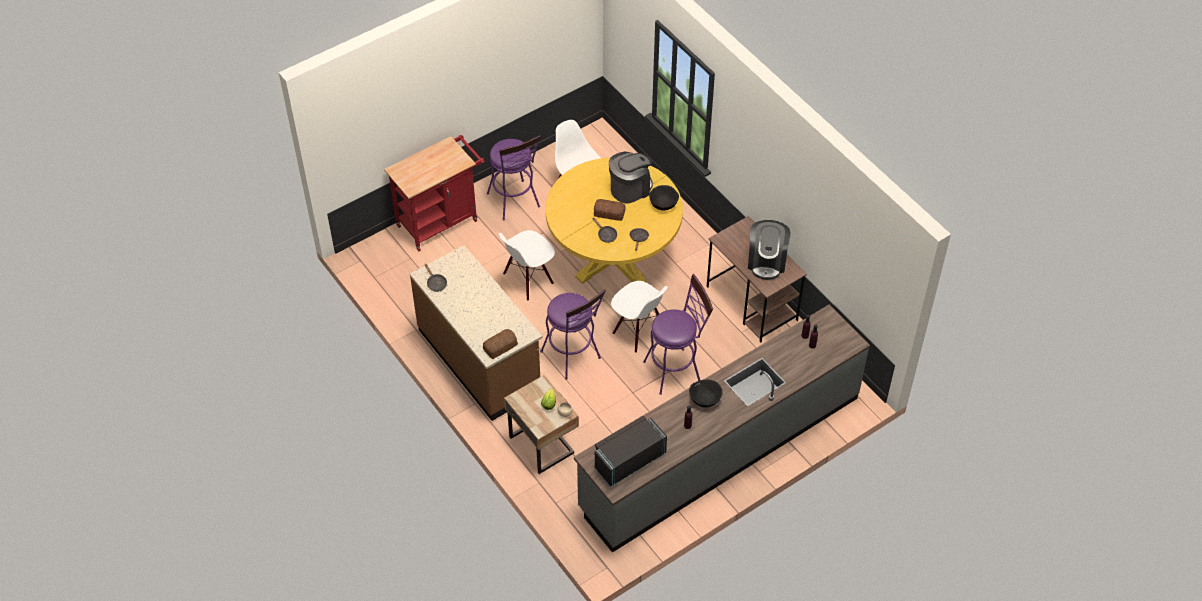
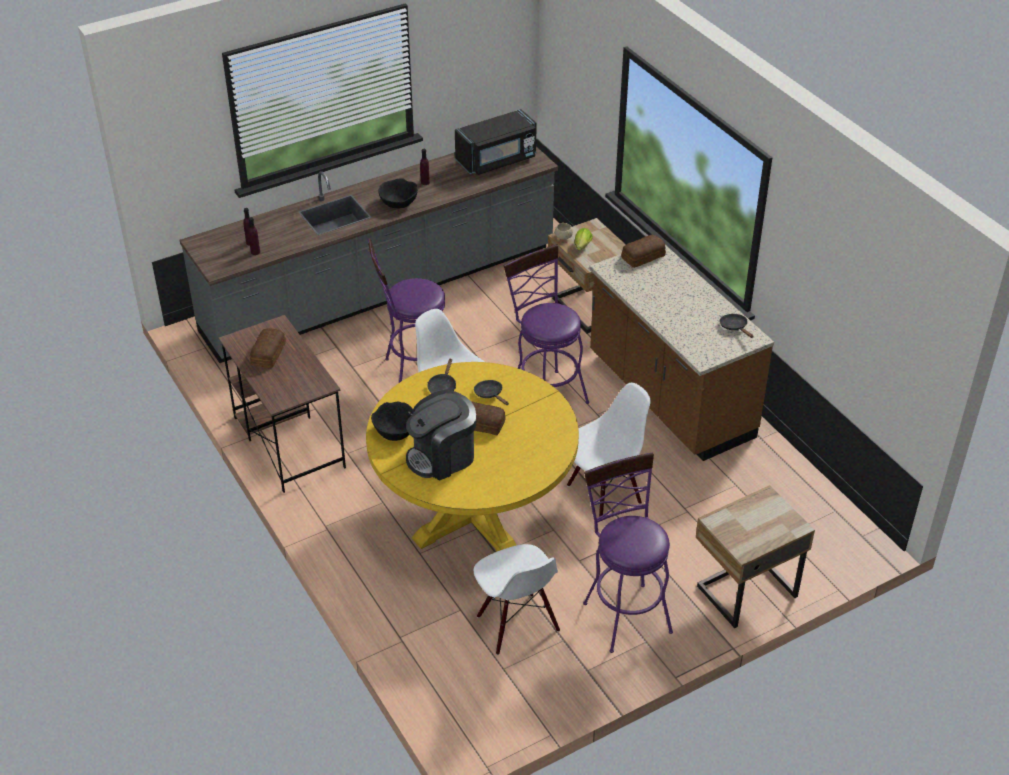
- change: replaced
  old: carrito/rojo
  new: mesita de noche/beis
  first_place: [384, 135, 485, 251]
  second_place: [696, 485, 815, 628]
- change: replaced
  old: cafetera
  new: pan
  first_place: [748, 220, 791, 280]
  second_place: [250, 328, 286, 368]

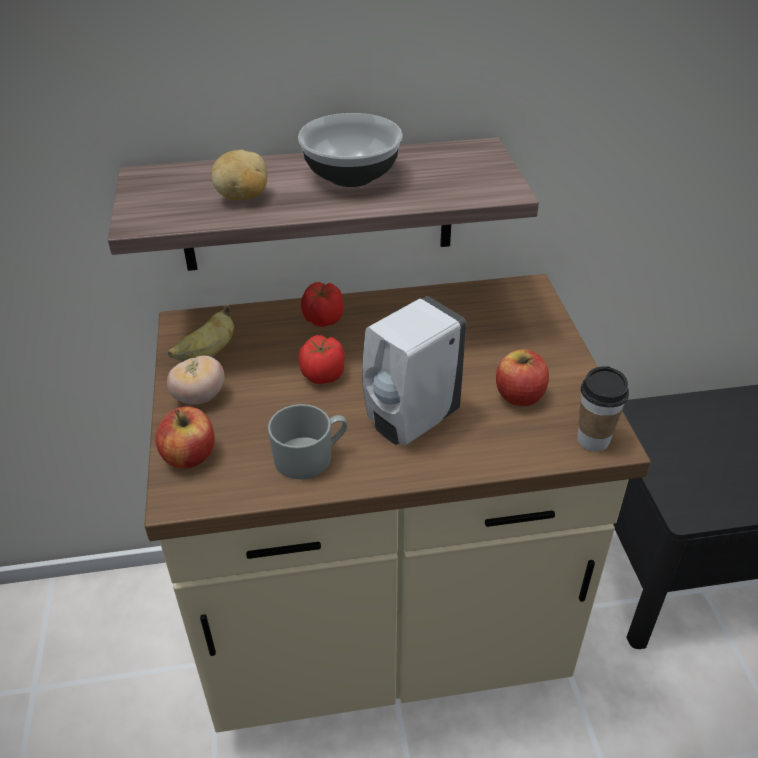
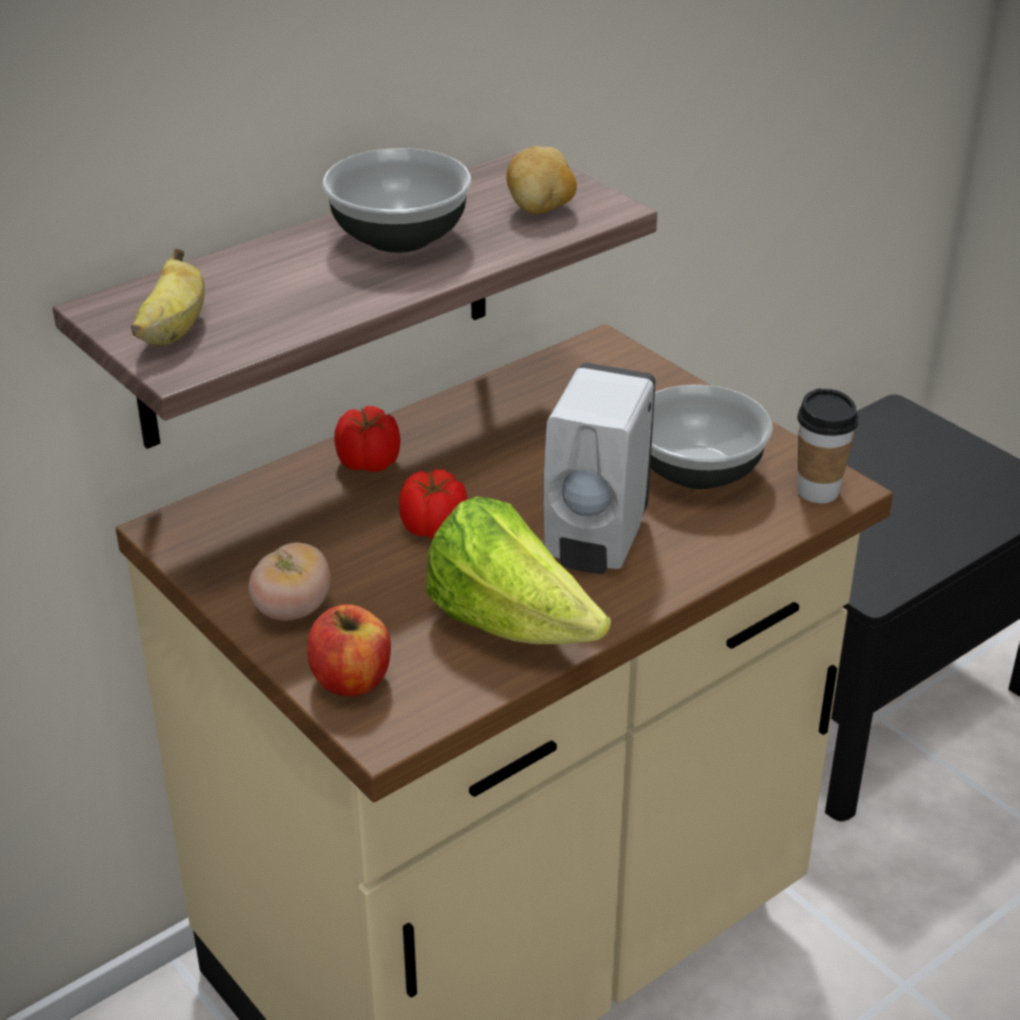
- change: moved
  old: patata
  first_place: [212, 150, 267, 201]
  second_place: [506, 146, 577, 214]
- change: moved
  old: plátano
  first_place: [168, 306, 234, 362]
  second_place: [131, 248, 205, 346]
- change: replaced
  old: manzana
  new: cuenco
  first_place: [496, 349, 549, 406]
  second_place: [650, 385, 773, 489]
- change: replaced
  old: taza grande/gris
  new: lechuga
  first_place: [268, 404, 347, 479]
  second_place: [426, 496, 611, 644]

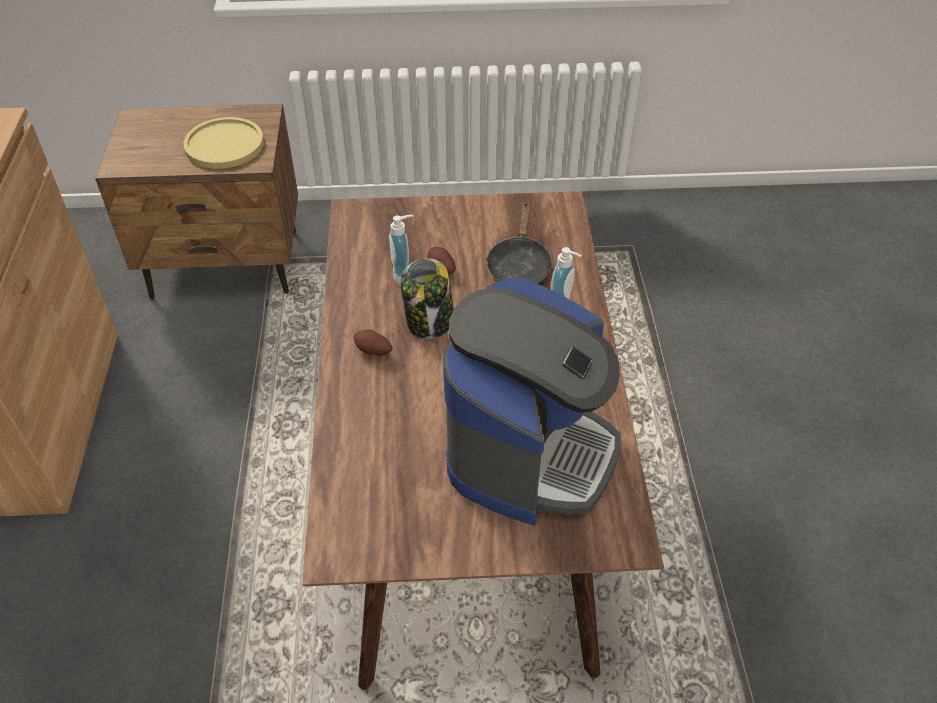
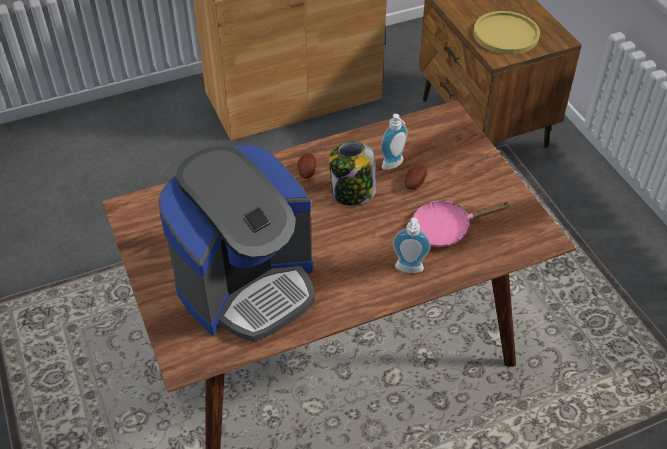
- change: recoloured
  old: sartén/negro
  new: sartén/rosa
  first_place: [486, 201, 553, 284]
  second_place: [412, 200, 511, 247]
- change: turned
  old: cafetera
  first_place: [443, 278, 621, 525]
  second_place: [158, 145, 315, 342]
  degrees: -45

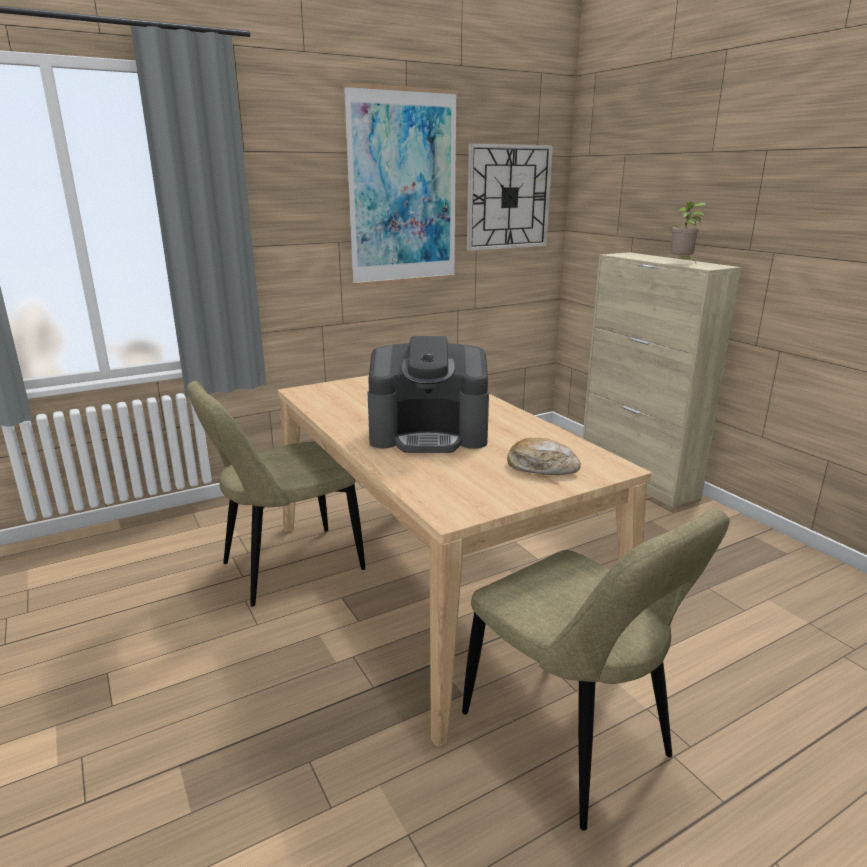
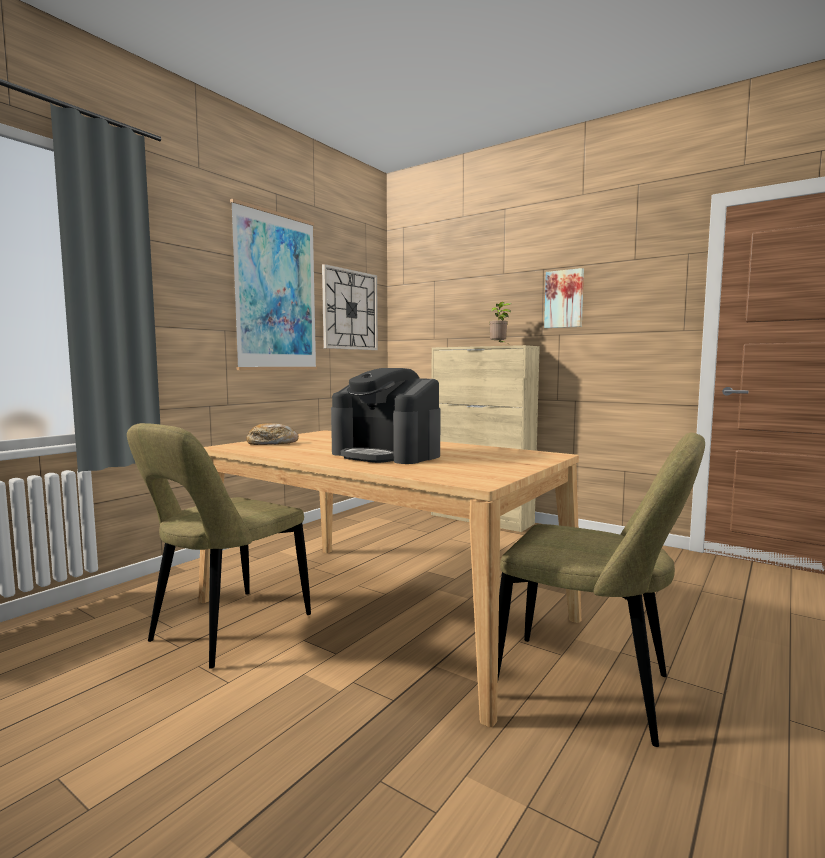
- change: turned
  old: cafetera
  first_place: [367, 336, 489, 453]
  second_place: [331, 368, 441, 464]
  degrees: 60
- change: moved
  old: pan
  first_place: [507, 438, 581, 475]
  second_place: [247, 423, 299, 445]
- change: added
  new: cuadro
  second_place: [544, 268, 584, 328]

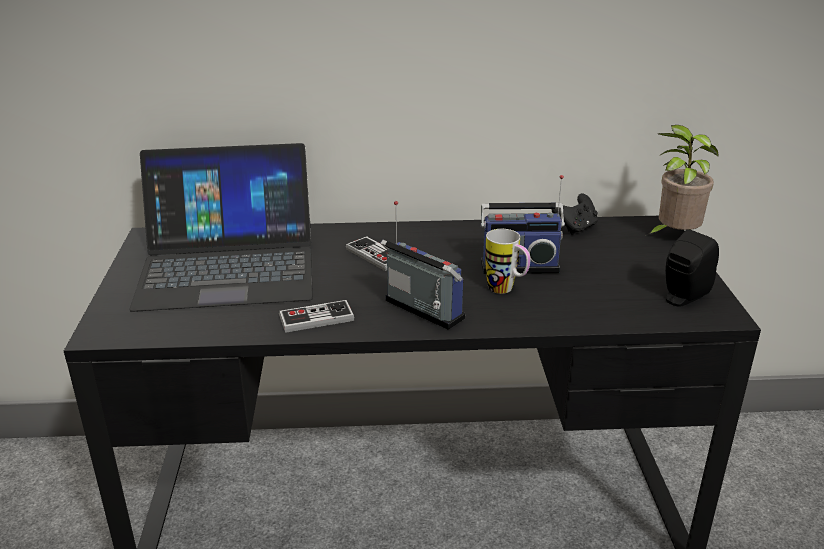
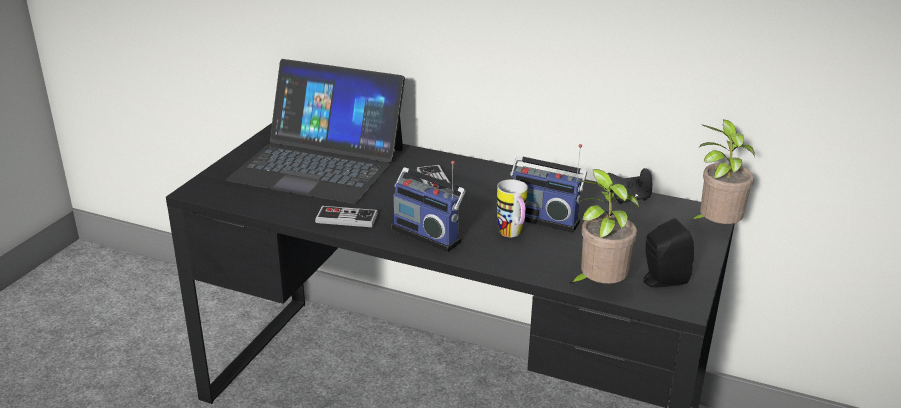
- change: turned
  old: radio
  first_place: [380, 201, 465, 330]
  second_place: [391, 161, 466, 252]
  degrees: 150
- change: added
  new: planta en maceta
  second_place: [569, 169, 639, 284]

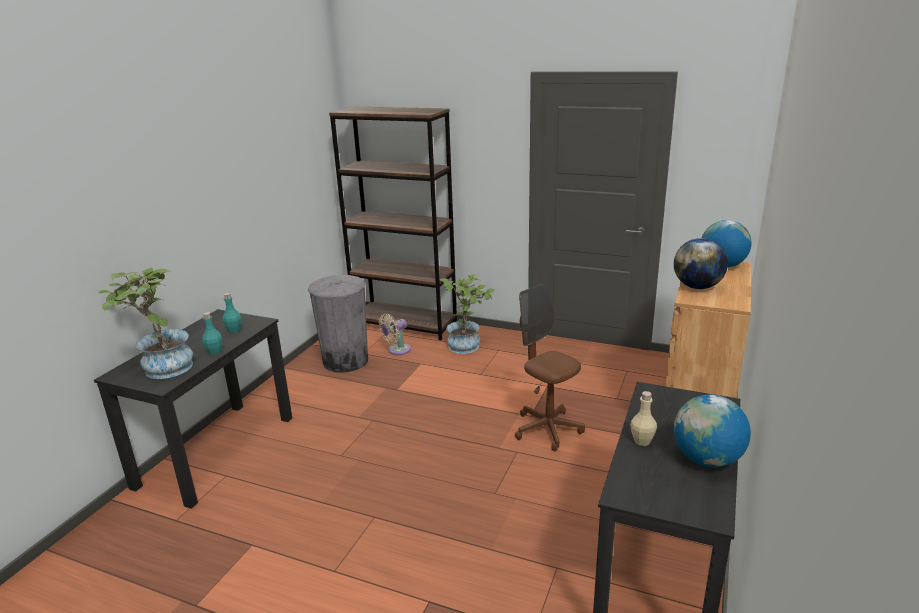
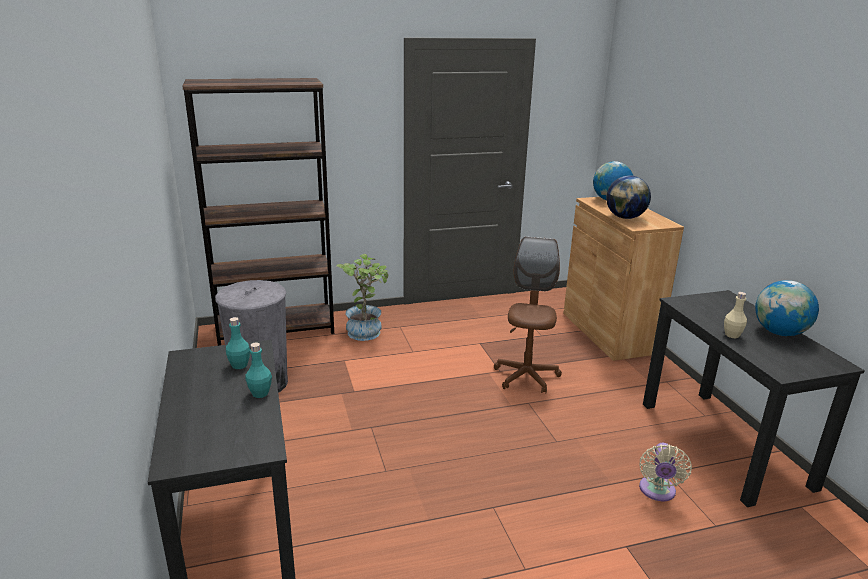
- change: removed
  old: planta en maceta
  first_place: [98, 268, 193, 379]
- change: turned
  old: silla de oficina/marrón
  first_place: [515, 284, 585, 451]
  second_place: [494, 236, 562, 394]
  degrees: 90
- change: moved
  old: ventilador/beis
  first_place: [379, 314, 411, 355]
  second_place: [639, 443, 692, 501]

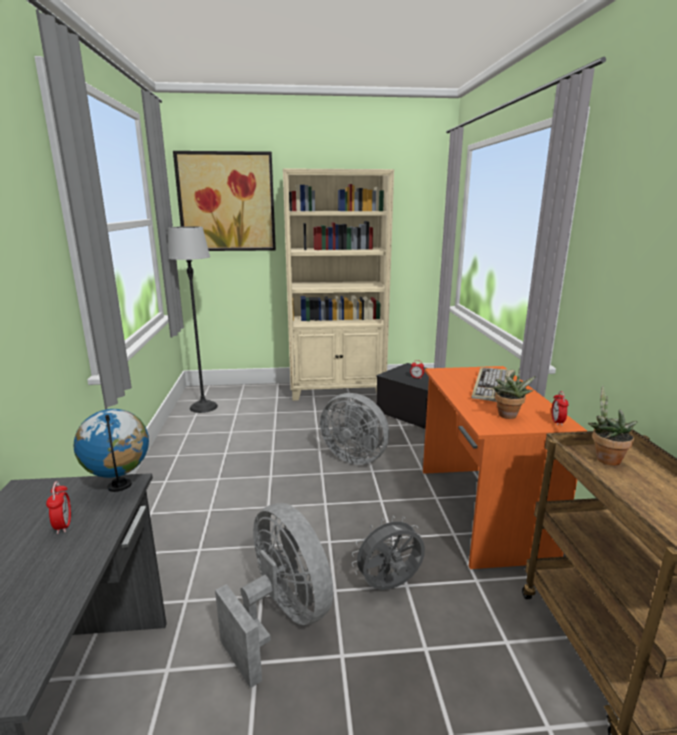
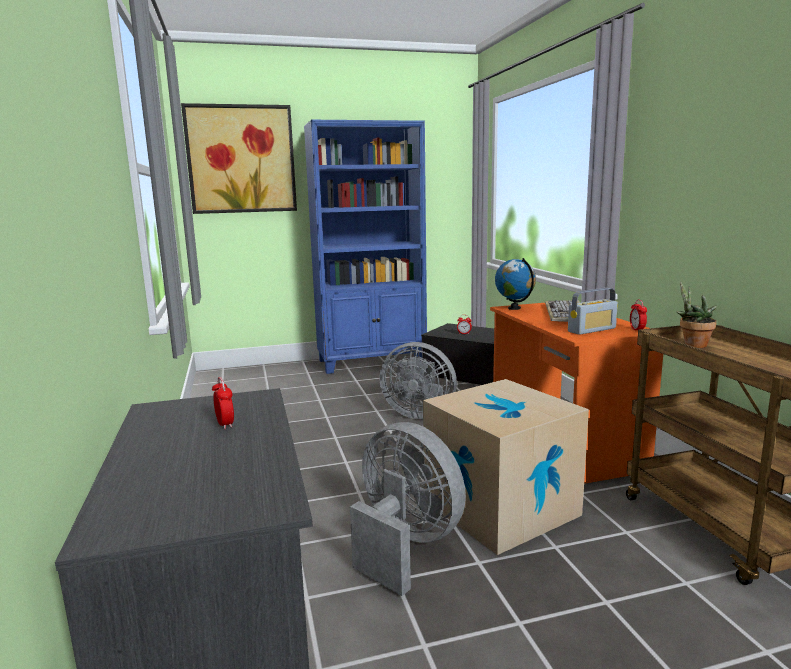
- change: recoloured
  old: estantería/beis
  new: estantería/azul
  first_place: [283, 168, 394, 401]
  second_place: [304, 120, 427, 374]
- change: removed
  old: lámpara de pie
  first_place: [168, 226, 218, 413]
- change: replaced
  old: planta en maceta
  new: radio
  first_place: [493, 369, 536, 419]
  second_place: [568, 288, 618, 335]
- change: moved
  old: globo terráqueo
  first_place: [74, 409, 149, 492]
  second_place: [495, 258, 536, 310]
- change: replaced
  old: ventilador/gris
  new: caja de cartón
  first_place: [352, 516, 425, 590]
  second_place: [423, 379, 589, 555]

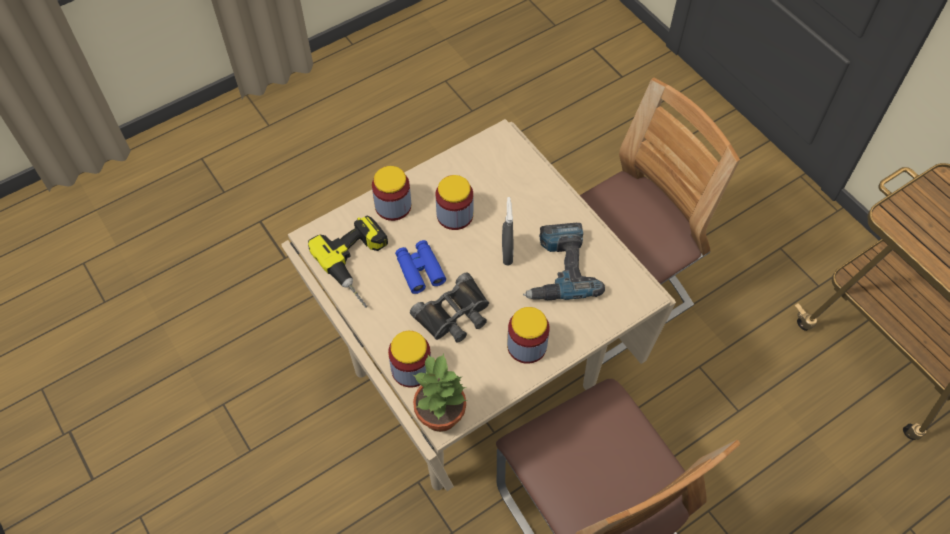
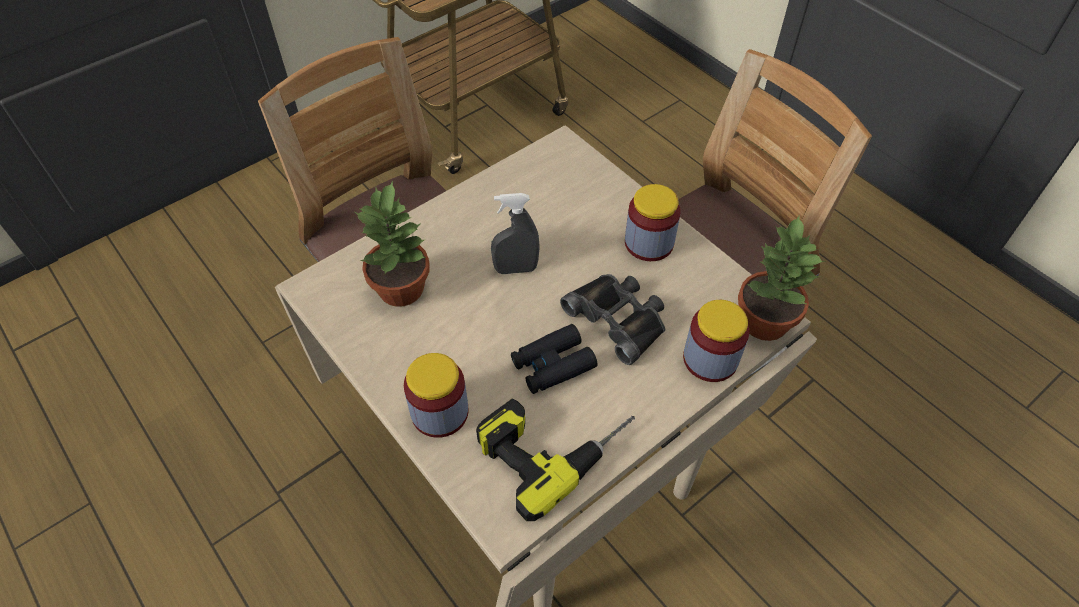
- change: removed
  old: tarro
  first_place: [435, 175, 473, 230]
- change: removed
  old: taladro
  first_place: [523, 223, 605, 300]
- change: recoloured
  old: prismáticos/azul
  new: prismáticos/negro
  first_place: [395, 240, 446, 294]
  second_place: [511, 324, 597, 394]
- change: added
  new: planta en maceta
  second_place: [355, 181, 430, 307]

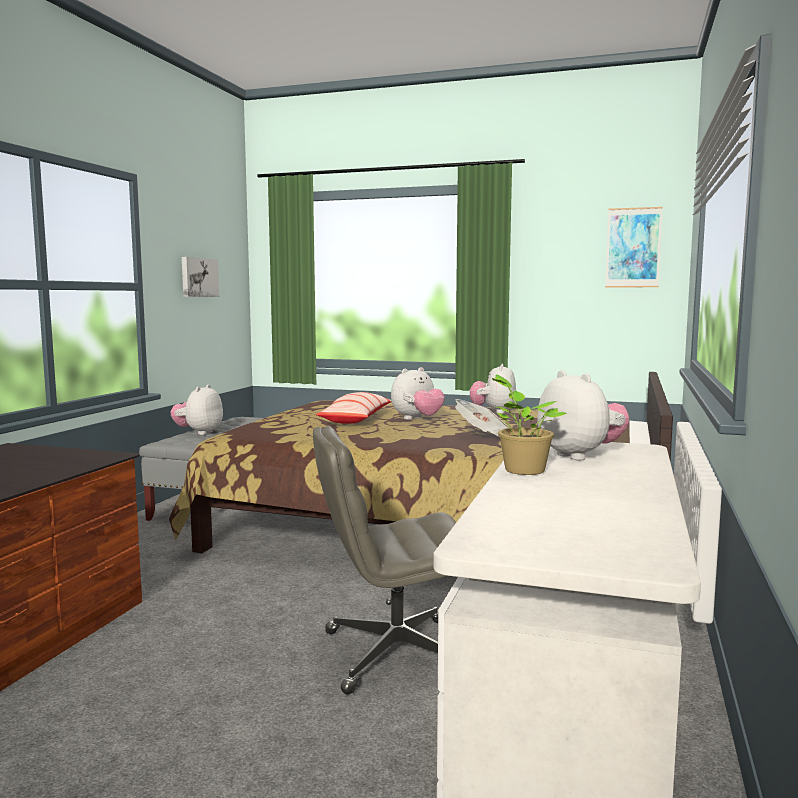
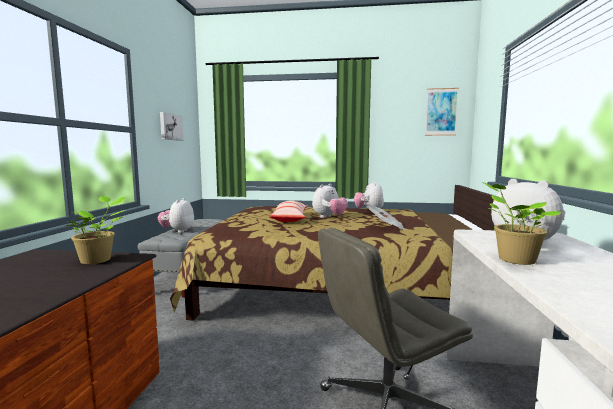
- change: added
  new: planta en maceta
  second_place: [64, 196, 126, 264]

